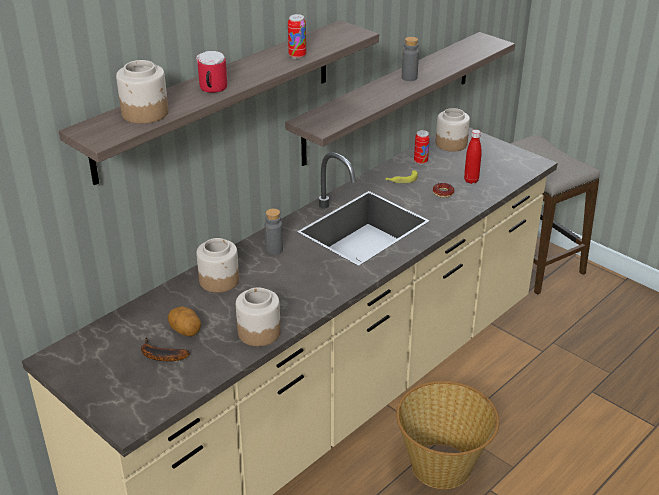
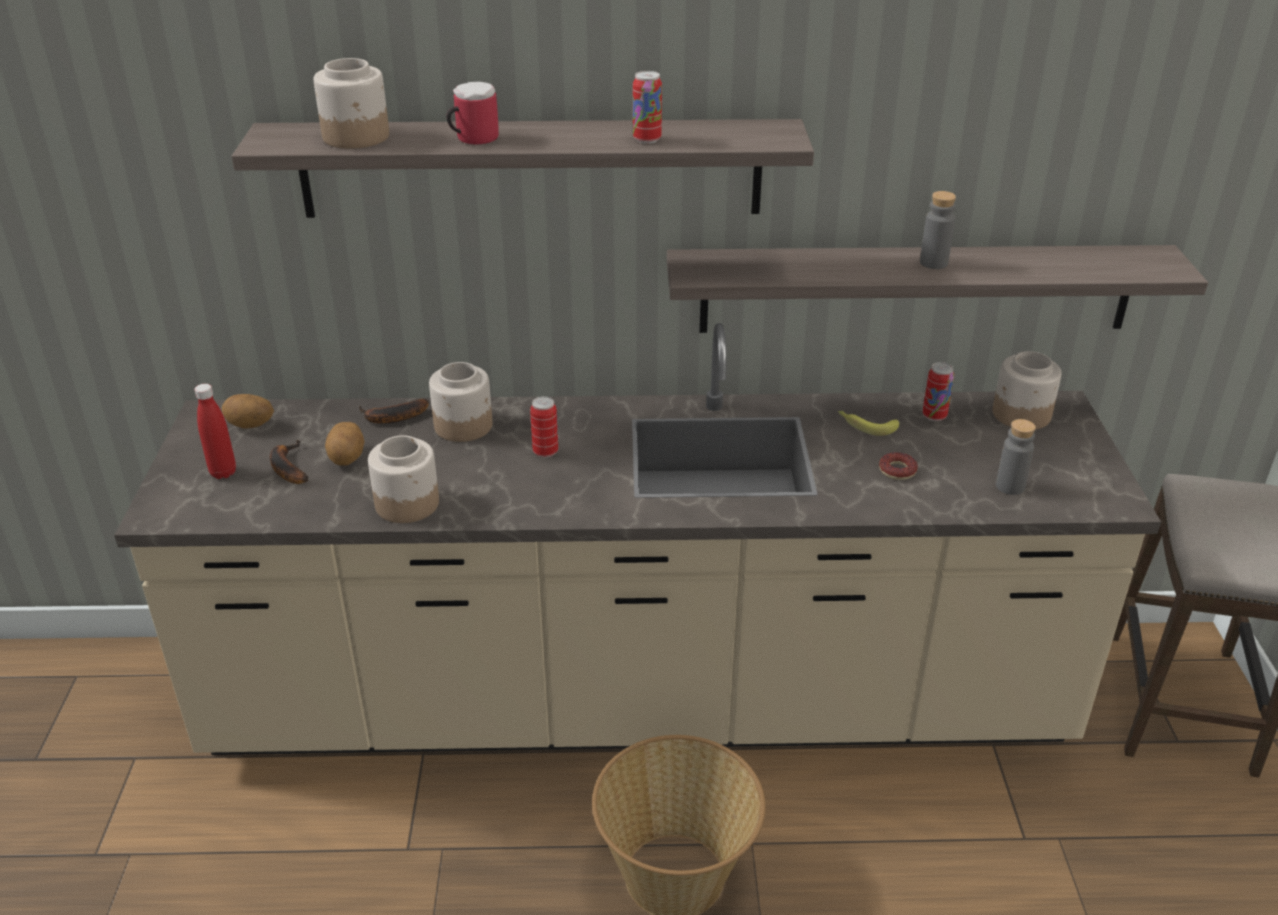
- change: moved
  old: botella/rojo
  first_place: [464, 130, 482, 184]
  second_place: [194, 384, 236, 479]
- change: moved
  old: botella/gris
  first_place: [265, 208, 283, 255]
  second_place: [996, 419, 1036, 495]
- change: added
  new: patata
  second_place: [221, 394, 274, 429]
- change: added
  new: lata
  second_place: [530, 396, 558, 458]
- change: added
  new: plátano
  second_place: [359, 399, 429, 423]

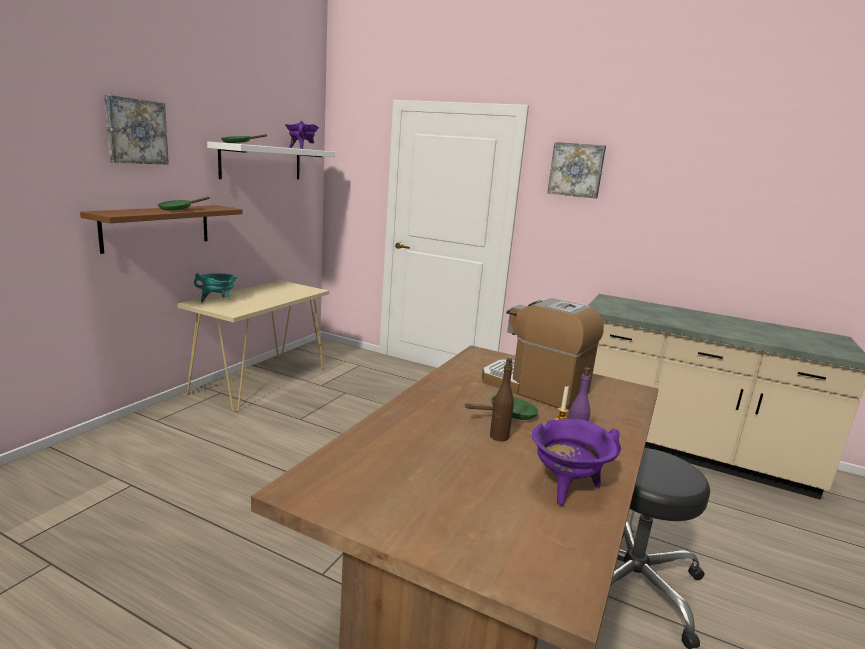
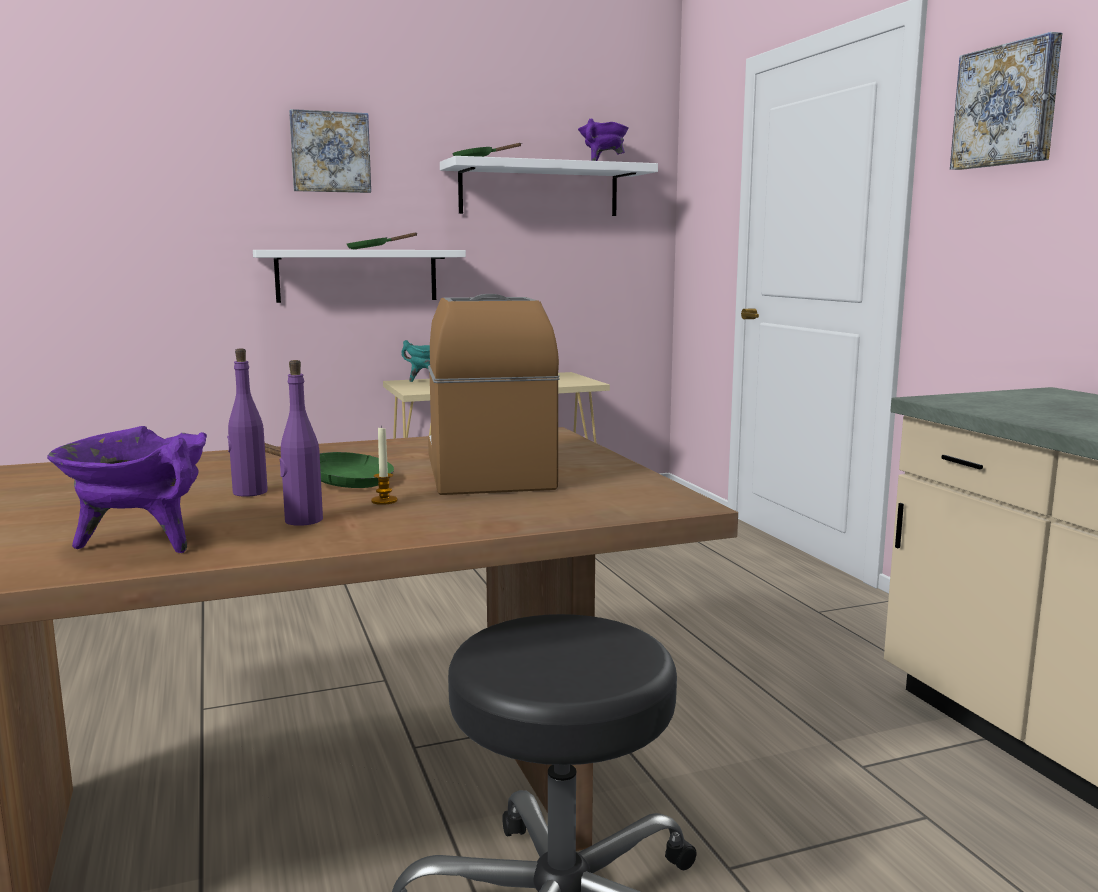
- change: recoloured
  old: estante/marrón
  new: estante/blanco
  first_place: [80, 205, 243, 254]
  second_place: [253, 250, 466, 303]
- change: recoloured
  old: botella/marrón
  new: botella/morado
  first_place: [490, 358, 514, 441]
  second_place: [227, 348, 268, 497]

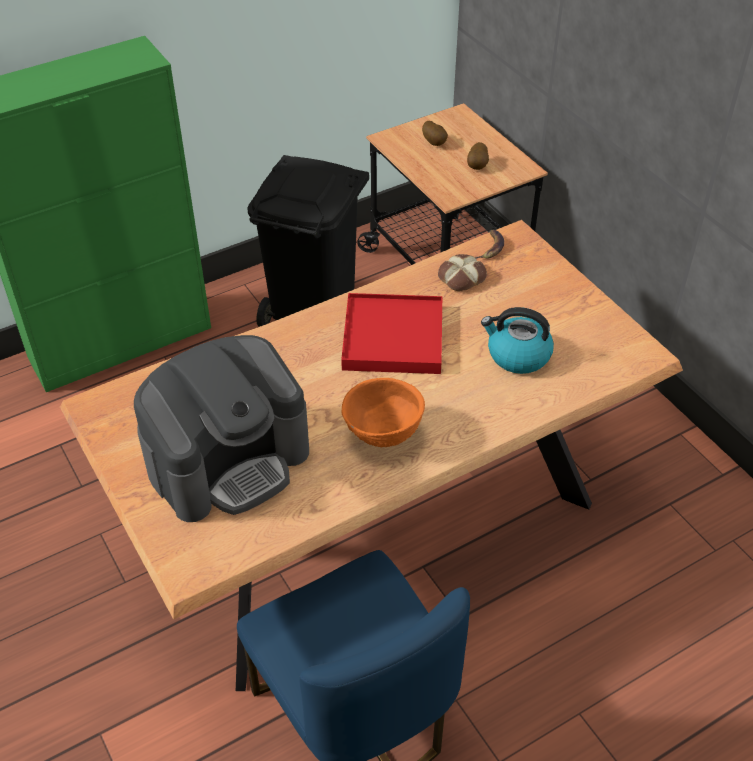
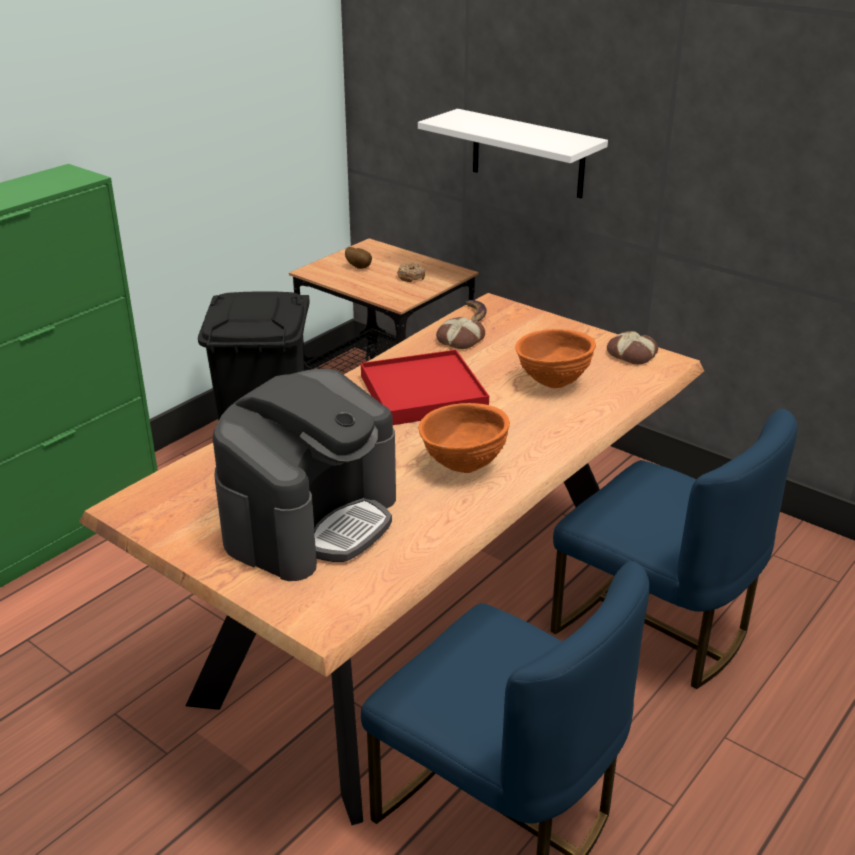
- change: replaced
  old: patata
  new: rosquilla
  first_place: [467, 142, 489, 170]
  second_place: [397, 262, 425, 282]
- change: replaced
  old: hervidor
  new: cuenco/naranja
  first_place: [481, 307, 554, 374]
  second_place: [516, 329, 596, 388]
- change: added
  new: estante/blanco
  second_place: [418, 109, 608, 198]
- change: added
  new: pan
  second_place: [607, 331, 658, 364]
- change: added
  new: silla/azul
  second_place: [551, 409, 797, 689]

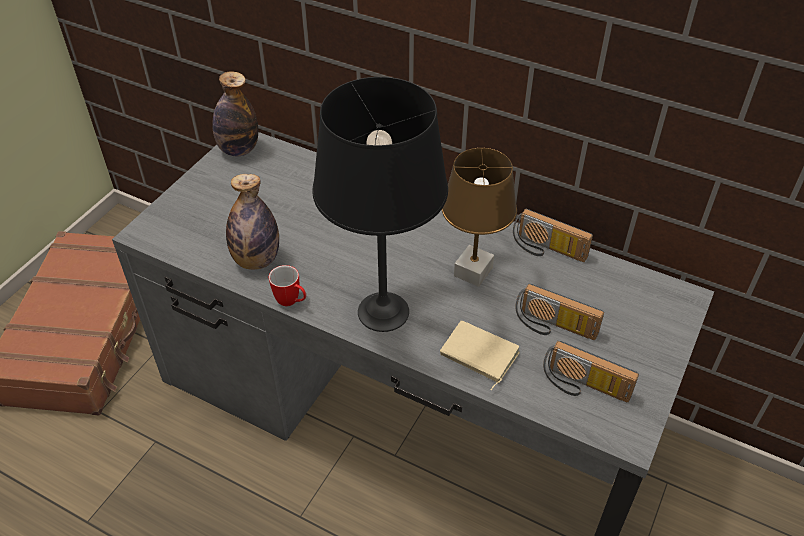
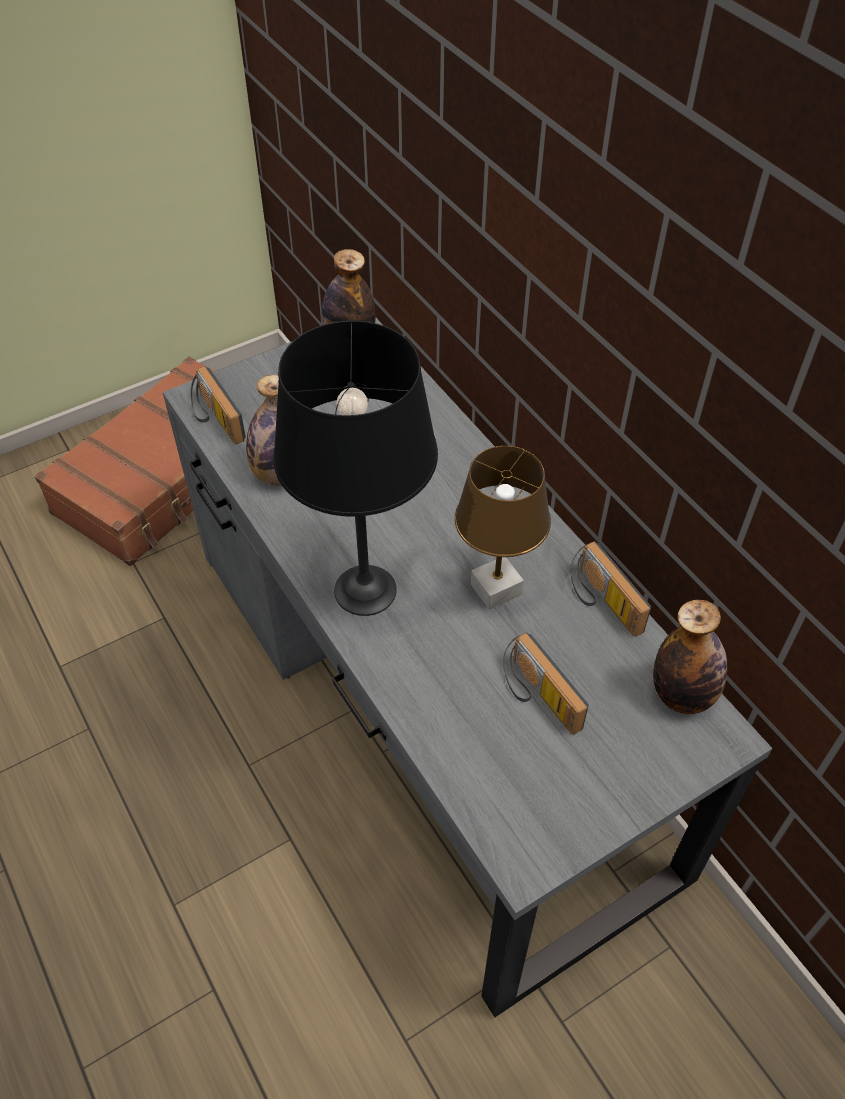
- change: removed
  old: taza grande
  first_place: [269, 265, 306, 306]
- change: removed
  old: libro/beis
  first_place: [440, 320, 520, 391]
- change: moved
  old: radio
  first_place: [543, 341, 639, 402]
  second_place: [190, 366, 246, 444]
- change: added
  new: botella
  second_place: [653, 600, 727, 714]

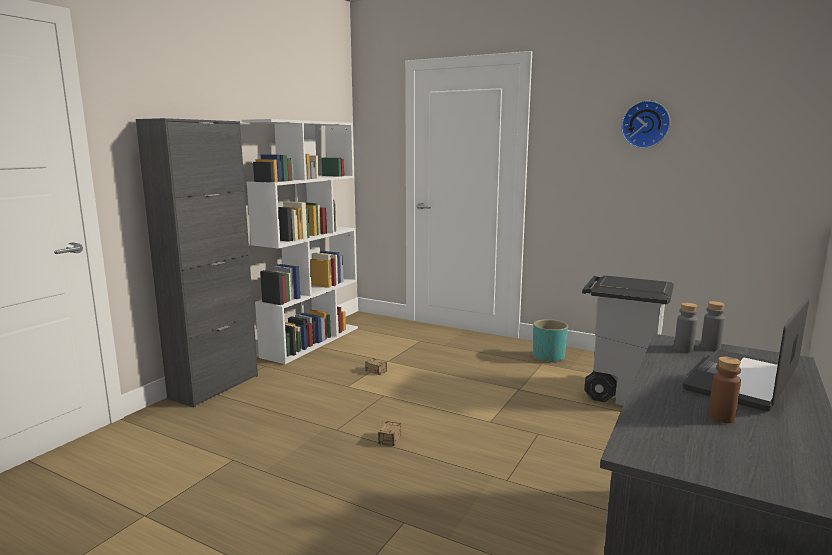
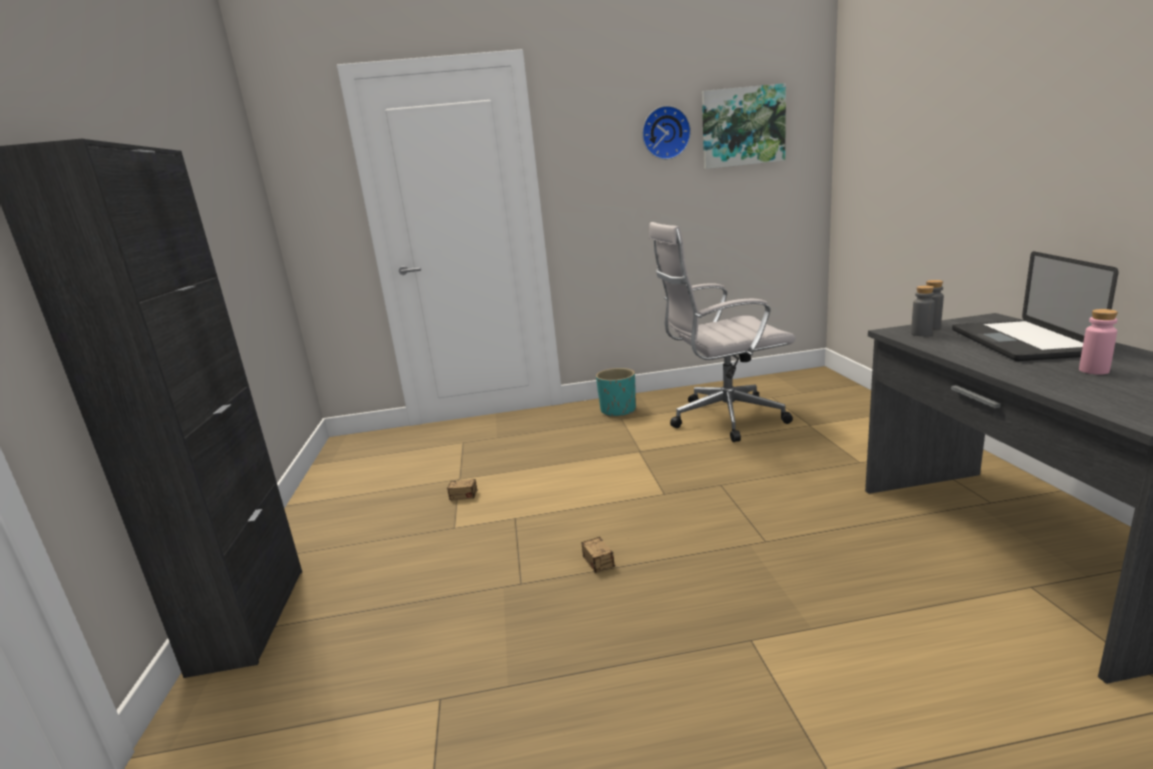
- change: removed
  old: estantería/blanco
  first_place: [242, 119, 358, 364]
- change: replaced
  old: papelera/gris
  new: silla de oficina/blanco
  first_place: [582, 276, 674, 405]
  second_place: [649, 222, 796, 442]
- change: recoloured
  old: botella/marrón
  new: botella/rosa
  first_place: [708, 357, 741, 423]
  second_place: [1079, 309, 1118, 375]
- change: added
  new: cuadro
  second_place: [702, 83, 786, 169]

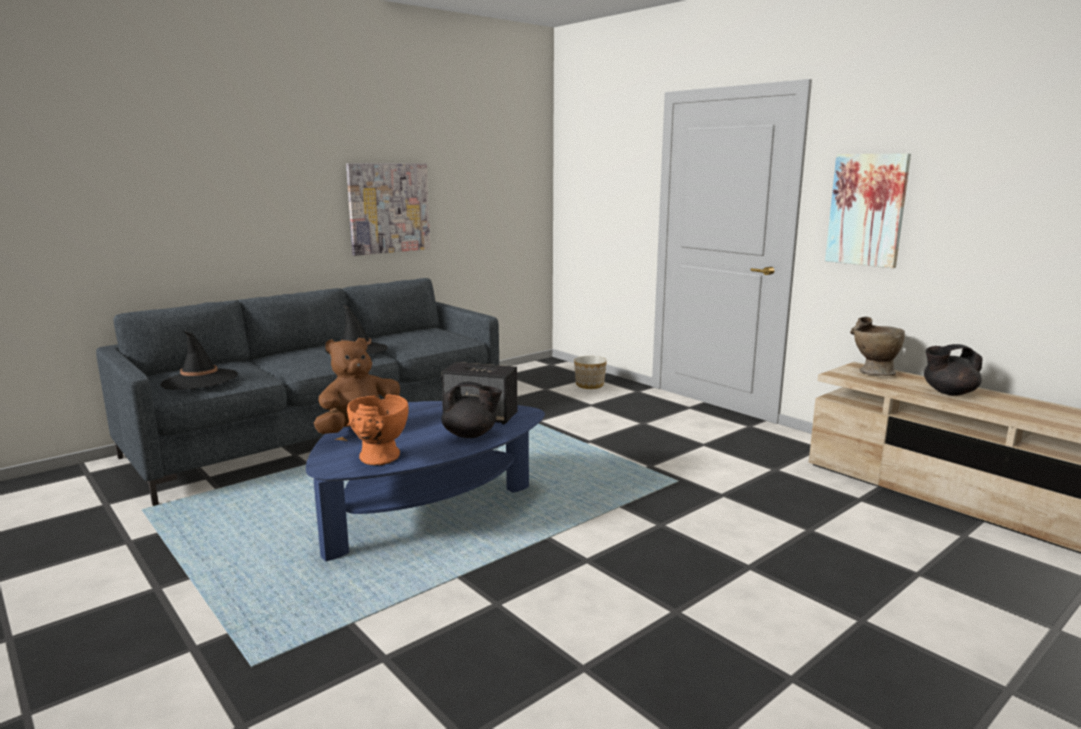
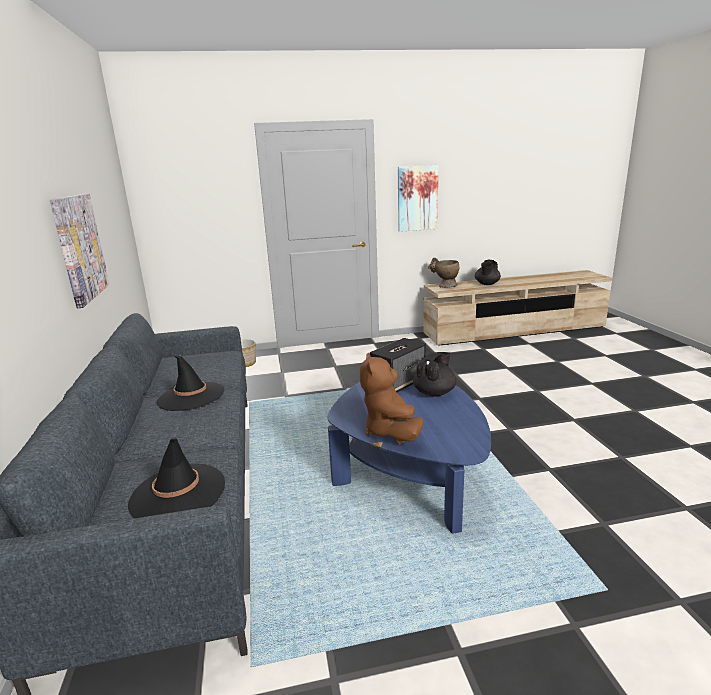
- change: removed
  old: florero/naranja
  first_place: [347, 394, 408, 466]

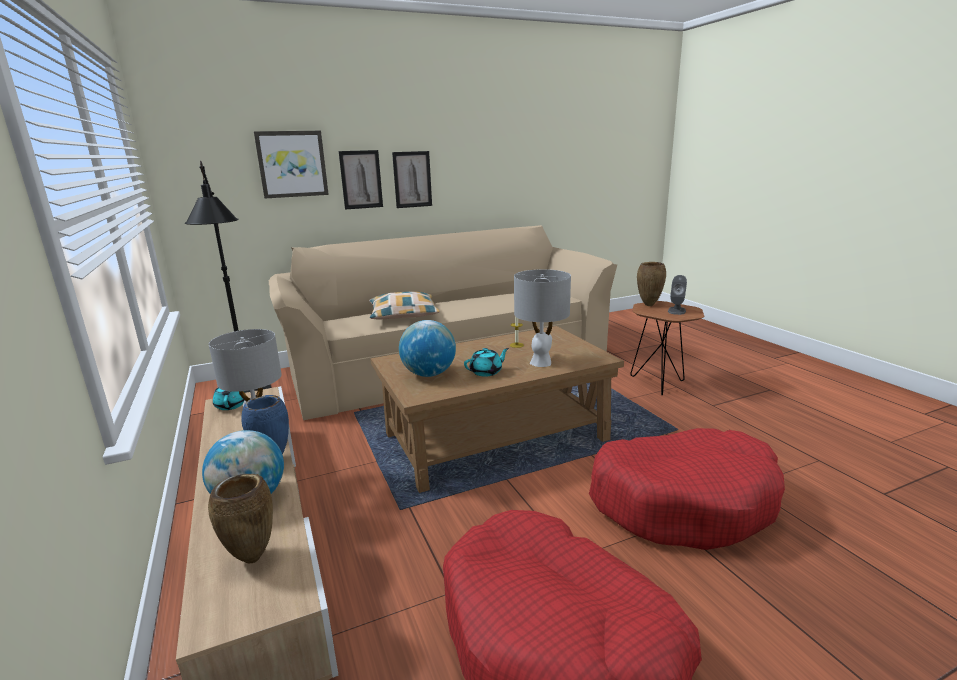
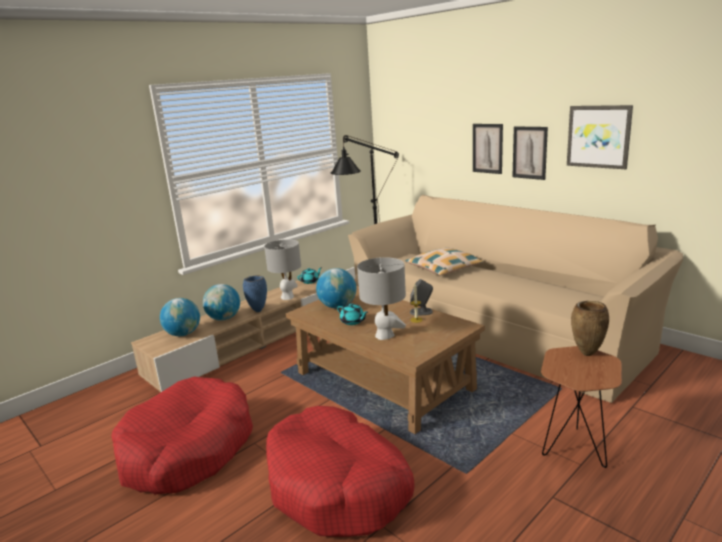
- change: moved
  old: cuadro
  first_place: [254, 131, 329, 198]
  second_place: [567, 105, 633, 169]
- change: moved
  old: altavoz/gris
  first_place: [668, 275, 687, 315]
  second_place: [410, 279, 433, 315]
- change: replaced
  old: florero/marrón
  new: globo terráqueo
  first_place: [208, 474, 273, 563]
  second_place: [160, 298, 200, 336]

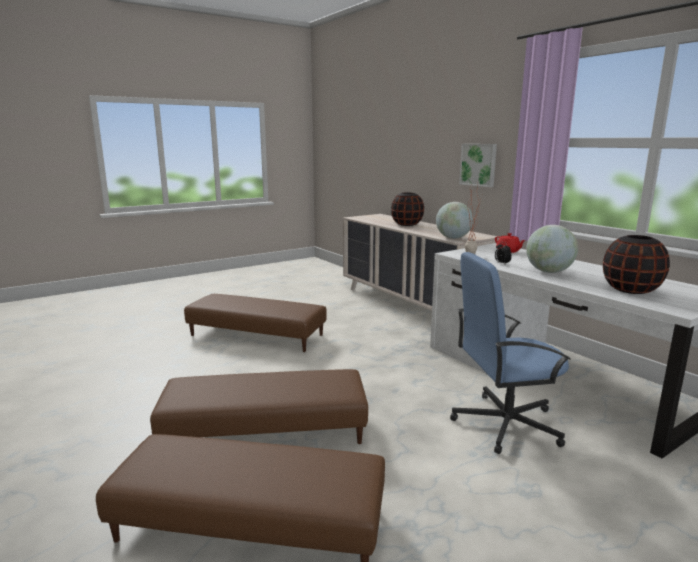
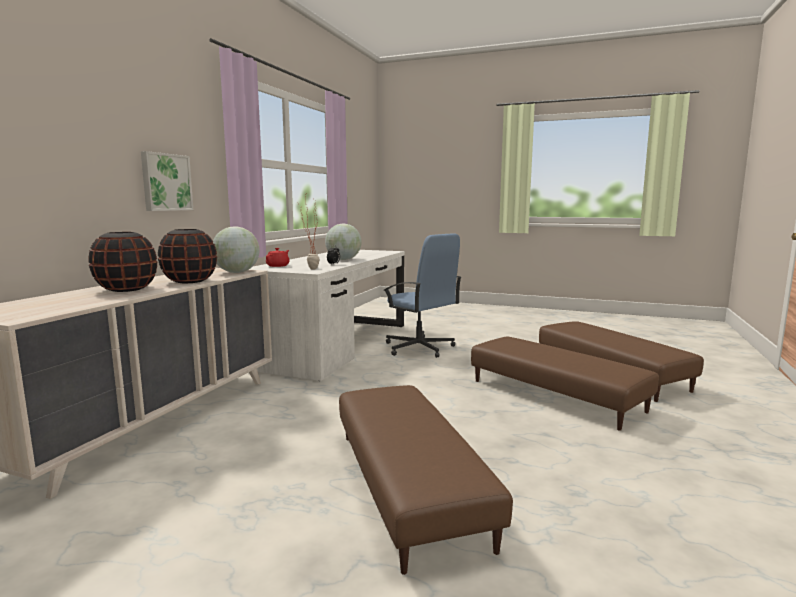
- change: moved
  old: florero/negro
  first_place: [603, 235, 670, 294]
  second_place: [158, 229, 217, 283]

